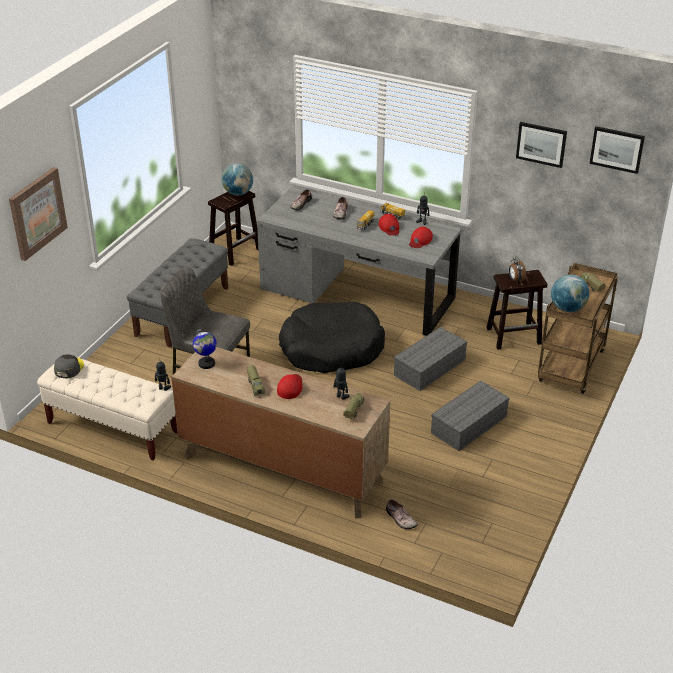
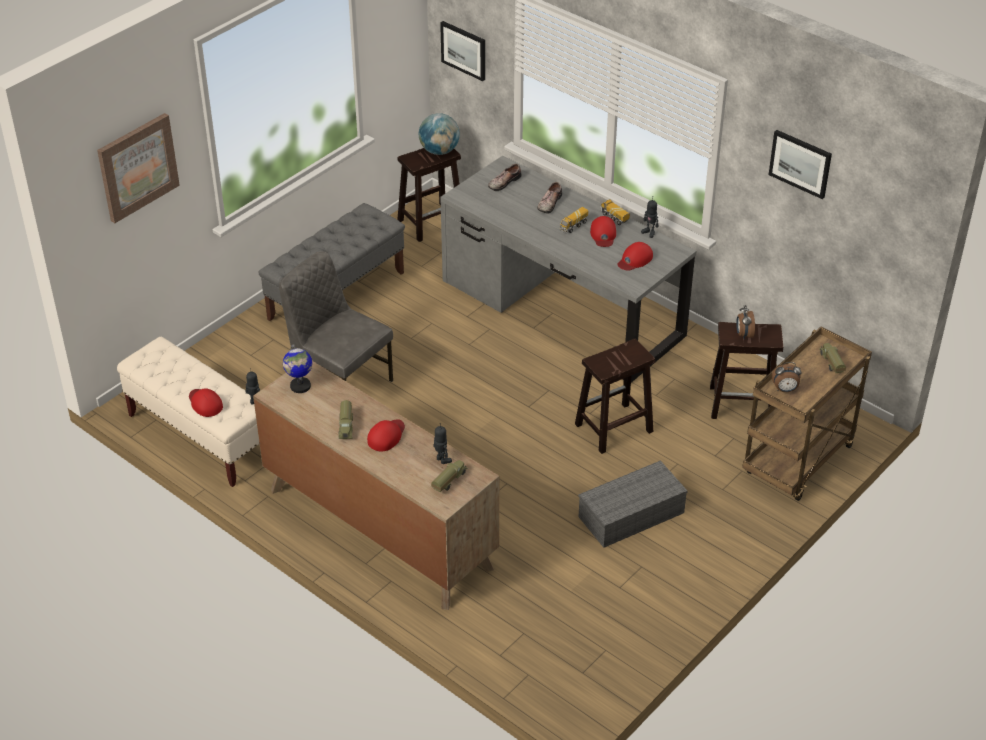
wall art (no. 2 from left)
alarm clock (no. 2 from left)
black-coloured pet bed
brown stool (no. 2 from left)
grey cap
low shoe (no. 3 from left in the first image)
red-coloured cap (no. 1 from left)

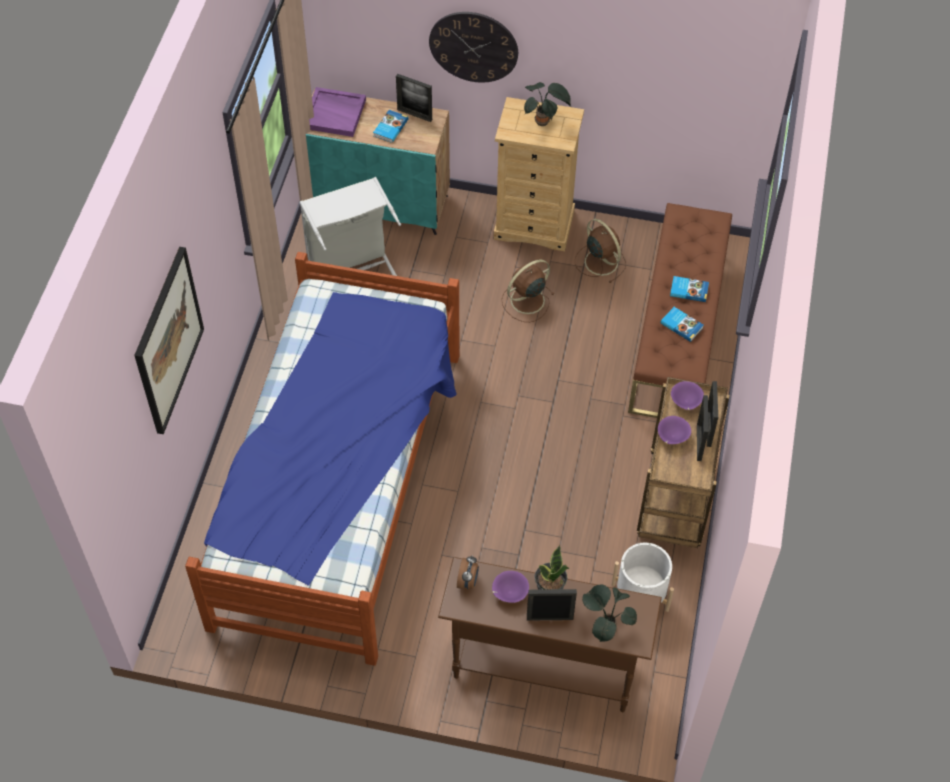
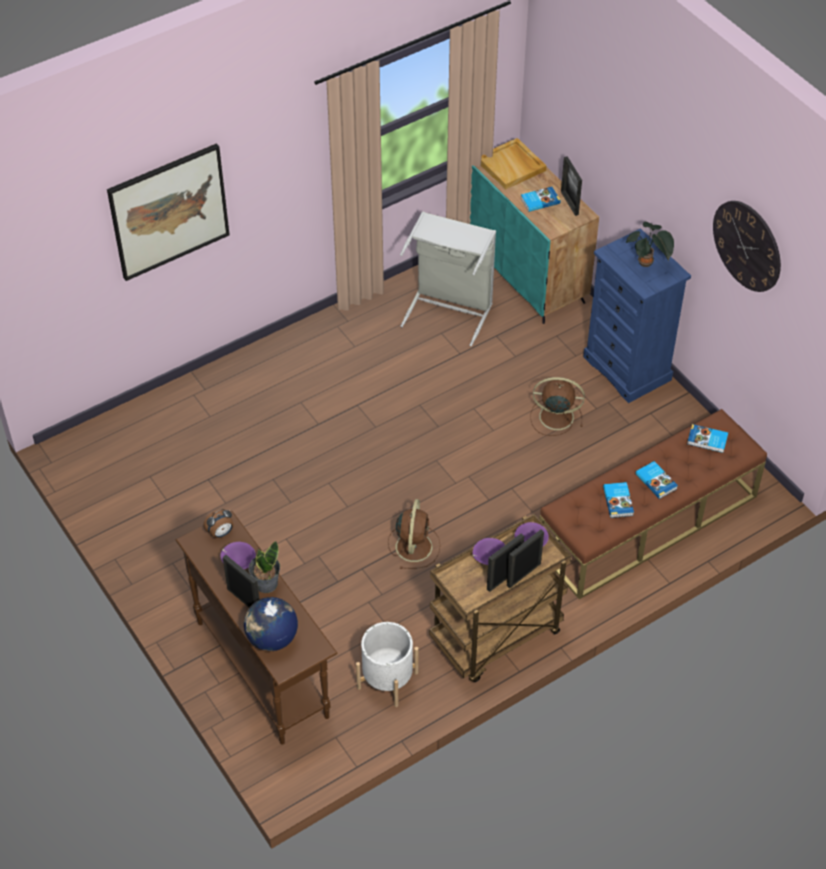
clock on the wall
sand-coloured carrying tray
blue-coloured drawer chest
brown fan (no. 1 from left)
sleeping bed
world globe
volume (no. 4 from left)

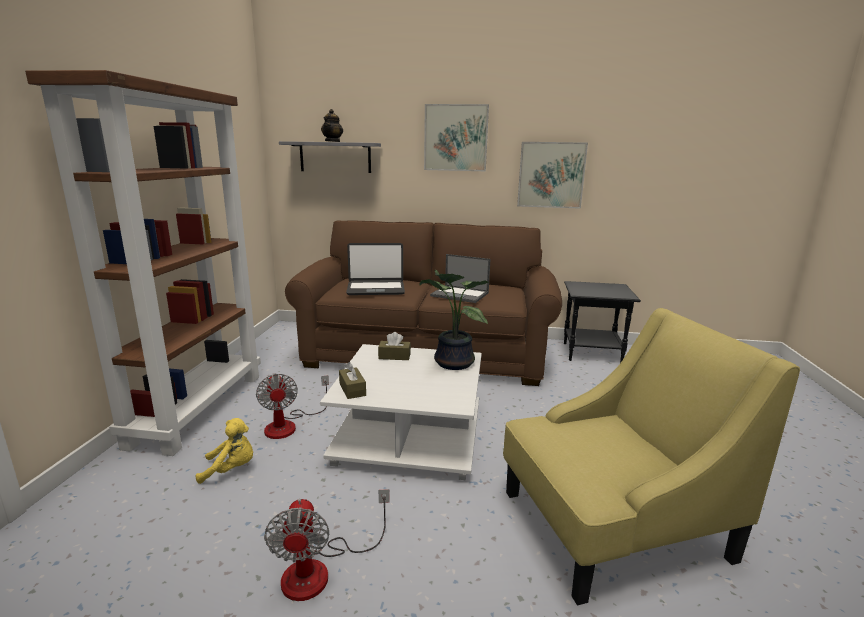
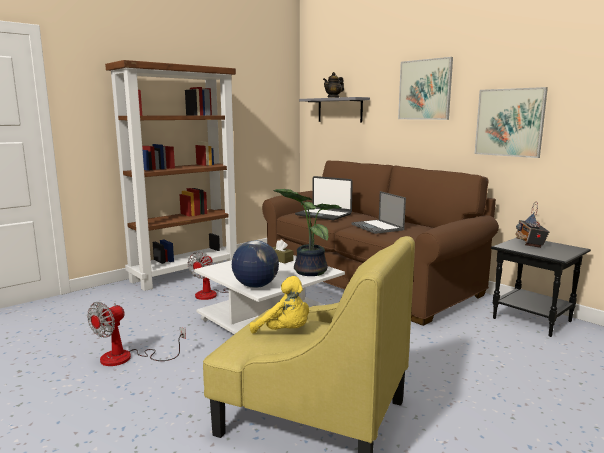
brown tissue box (no. 1 from left in the first image)
yellow-coloured plush toy
radio set
world globe

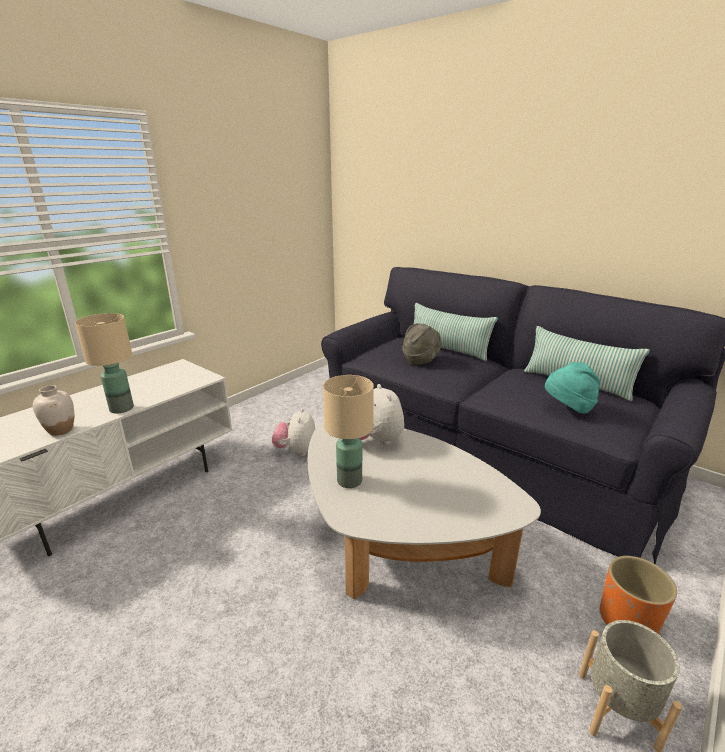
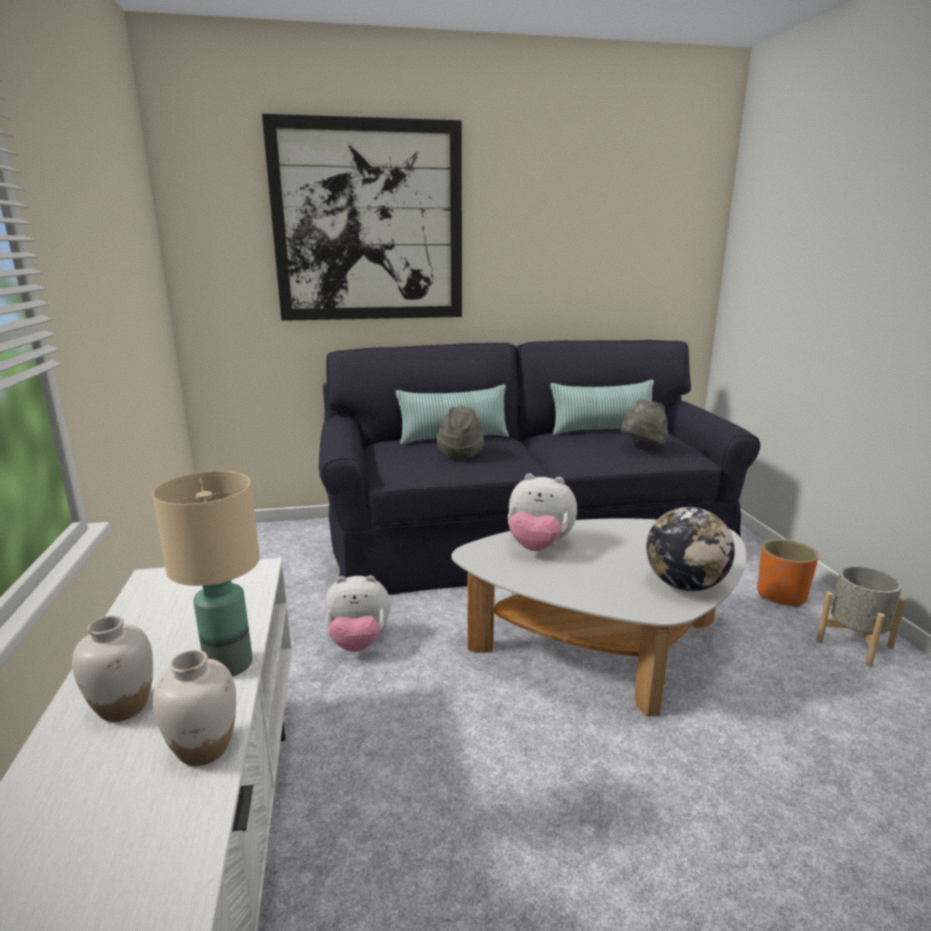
grey hat (no. 2 from left)
sand-coloured lamp for a table (no. 2 from left in the first image)
plush toy (no. 1 from left)
wall art
world globe
white-coloured decorative vase (no. 1 from left)

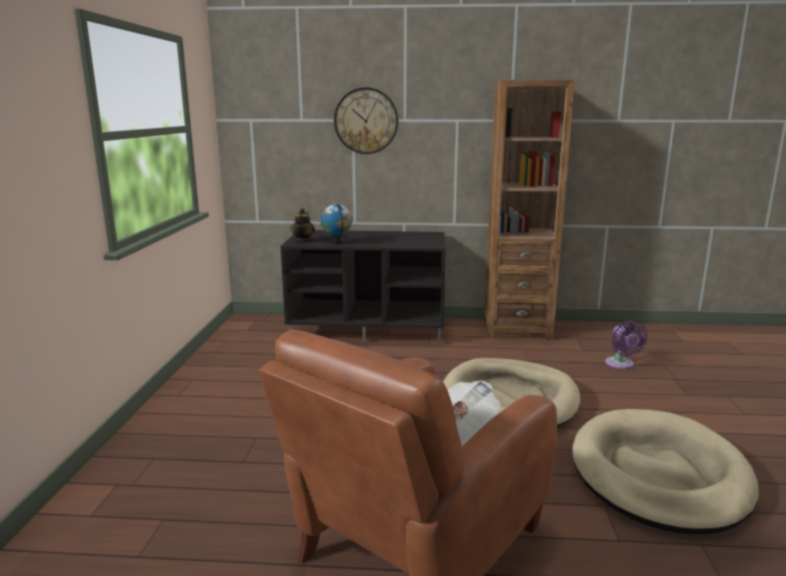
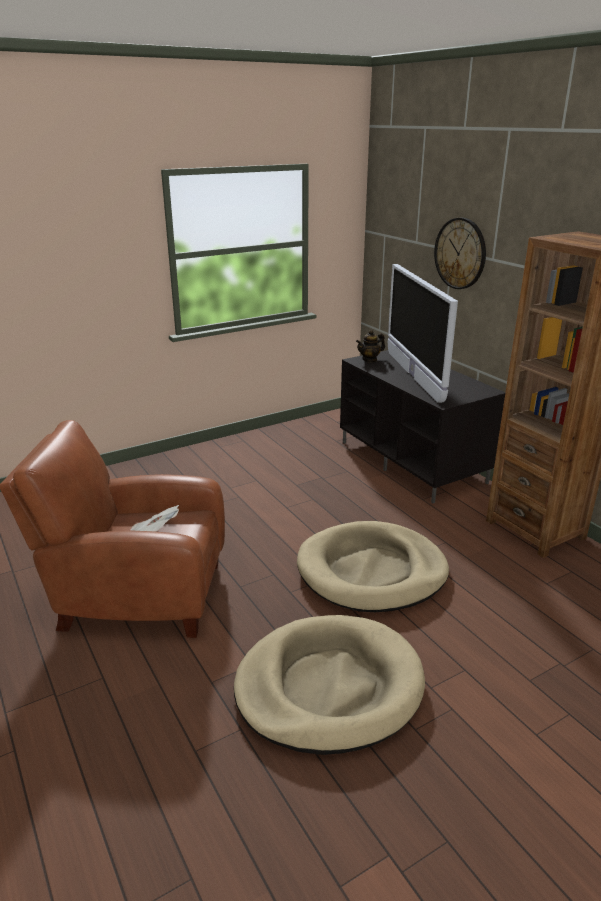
world globe
purplish fan
TV set

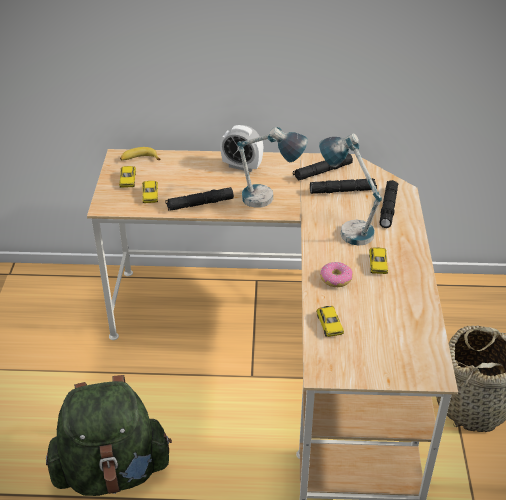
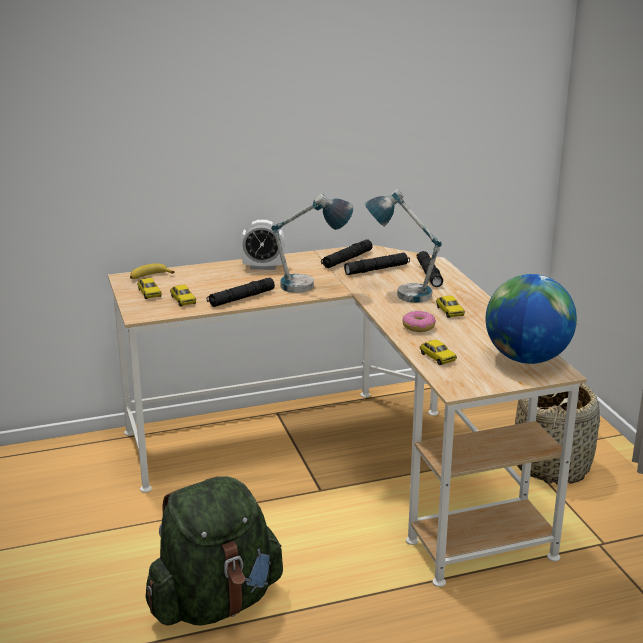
world globe

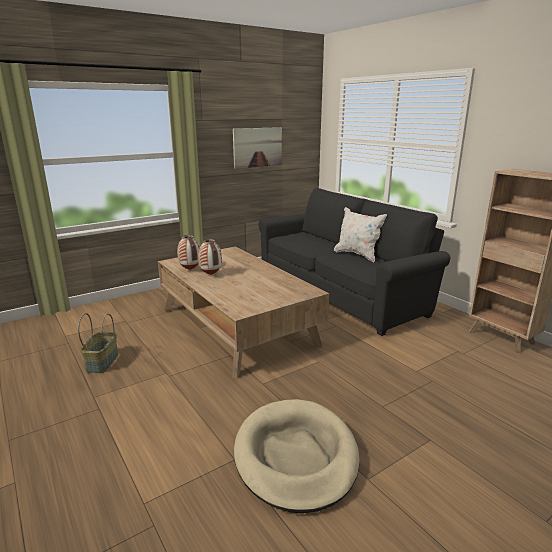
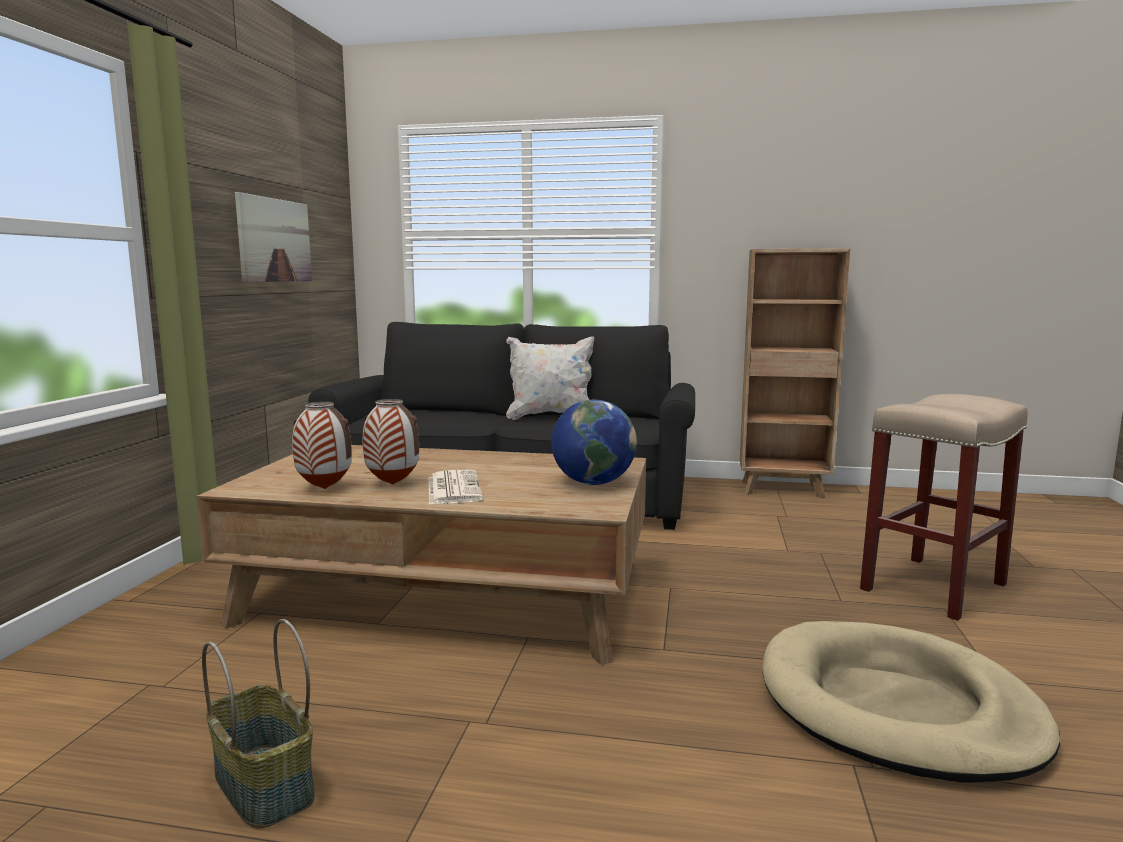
sand-coloured stool
world globe
newspaper

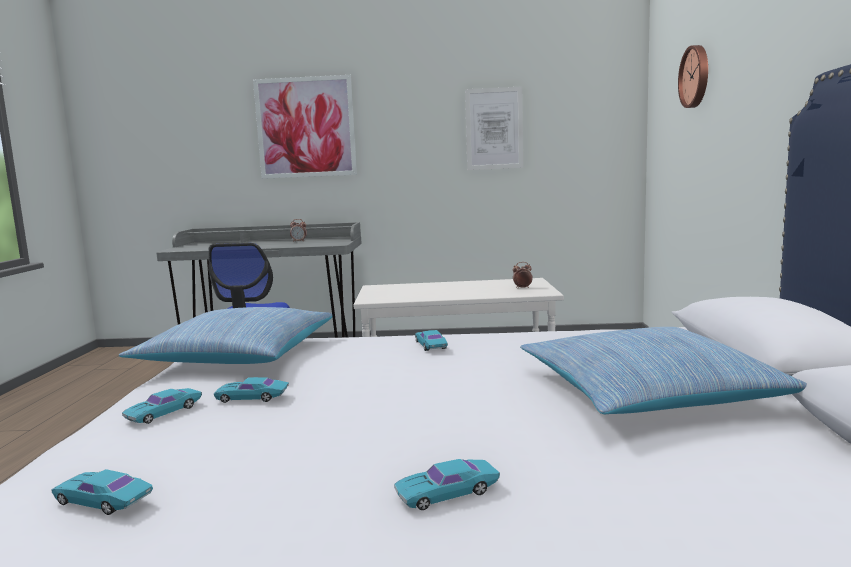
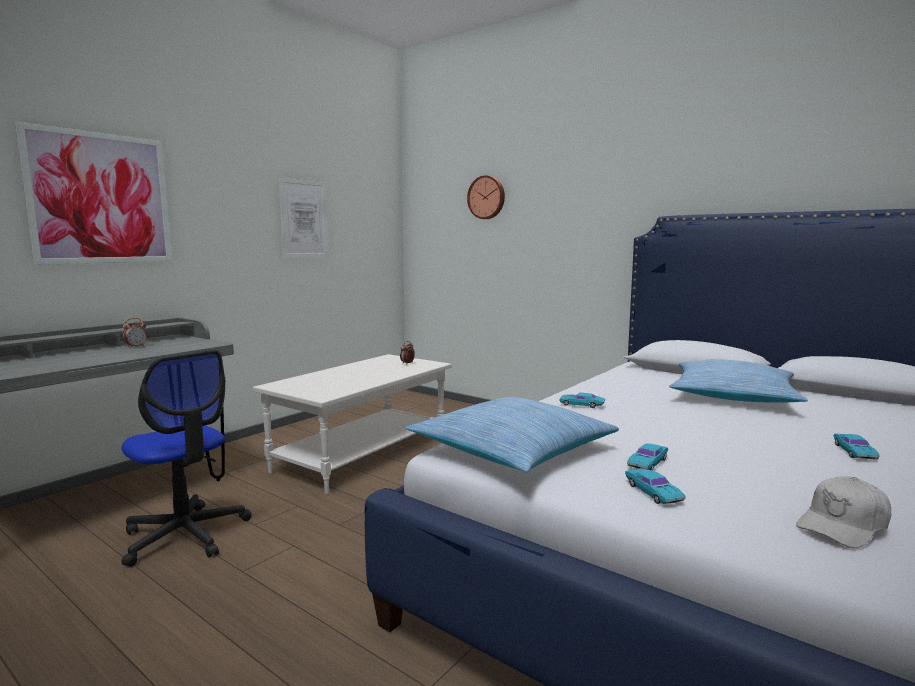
white-coloured cap

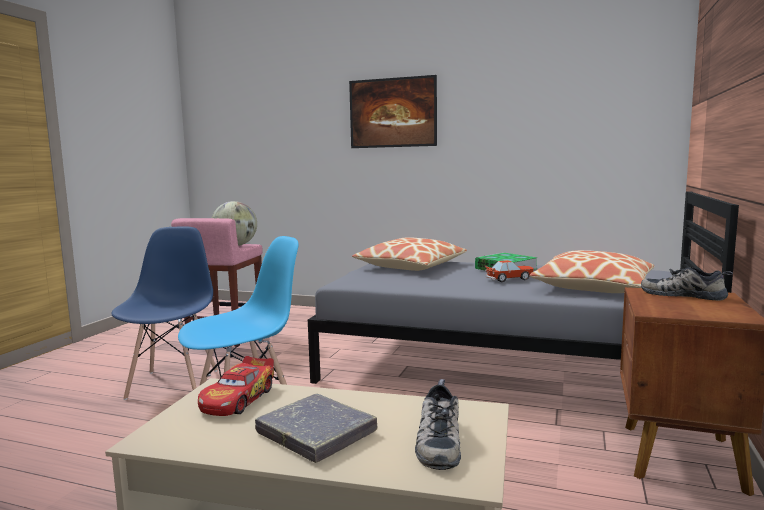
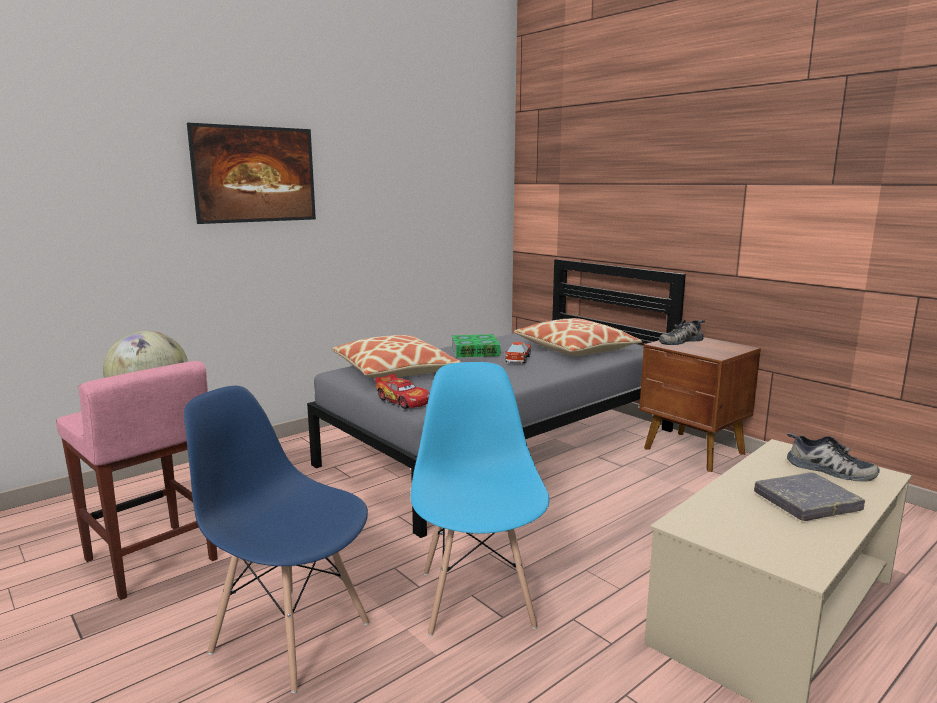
model car (no. 1 from left)

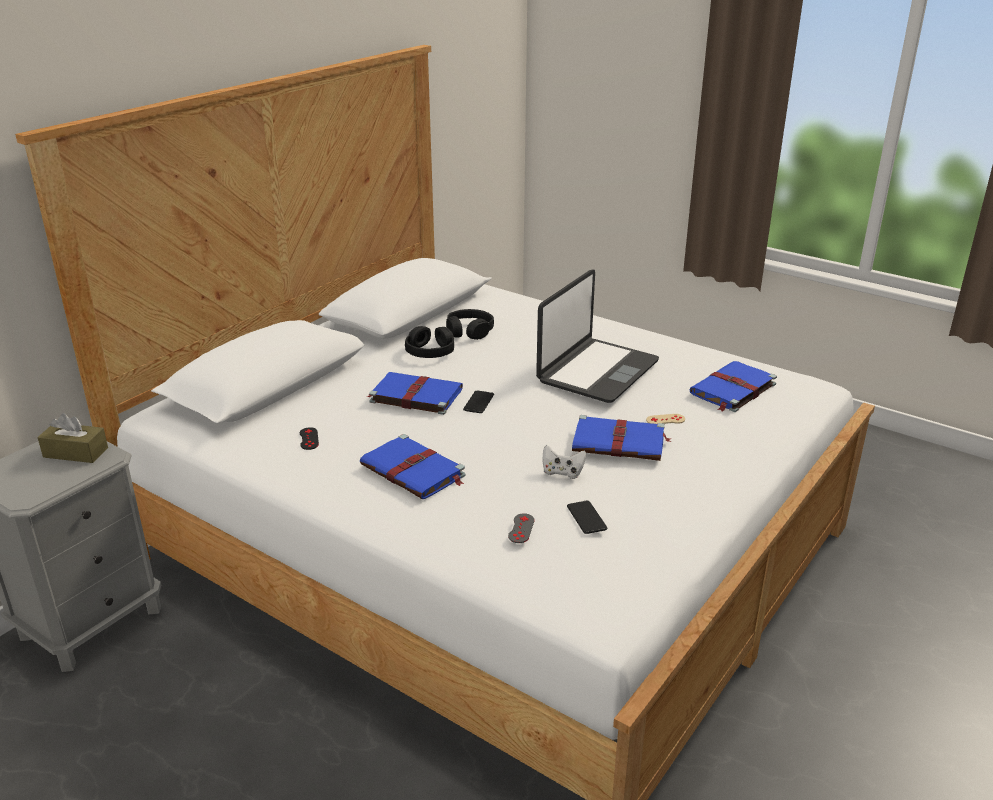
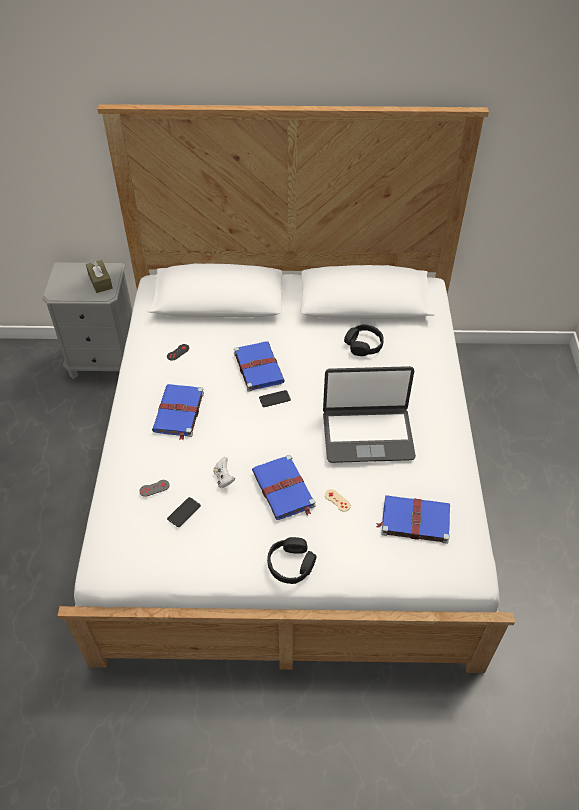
black-coloured headset (no. 1 from left)

